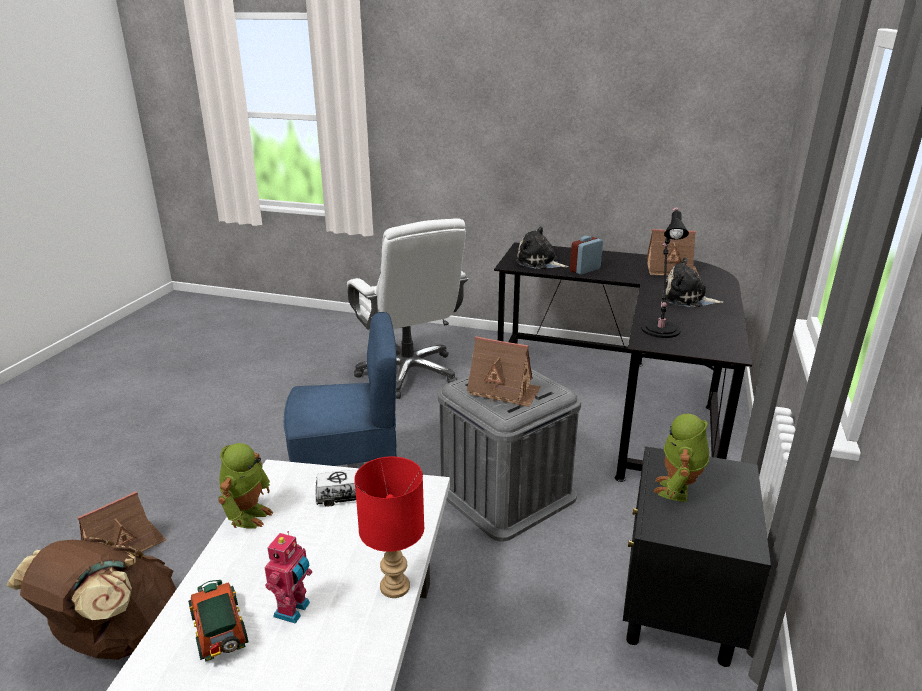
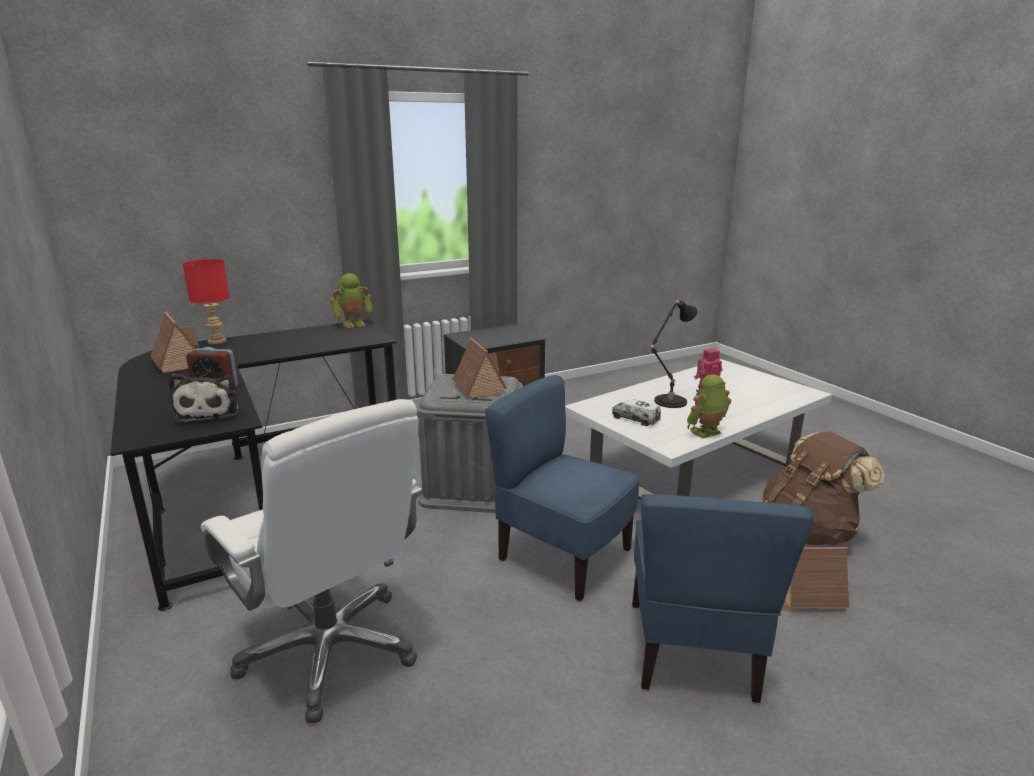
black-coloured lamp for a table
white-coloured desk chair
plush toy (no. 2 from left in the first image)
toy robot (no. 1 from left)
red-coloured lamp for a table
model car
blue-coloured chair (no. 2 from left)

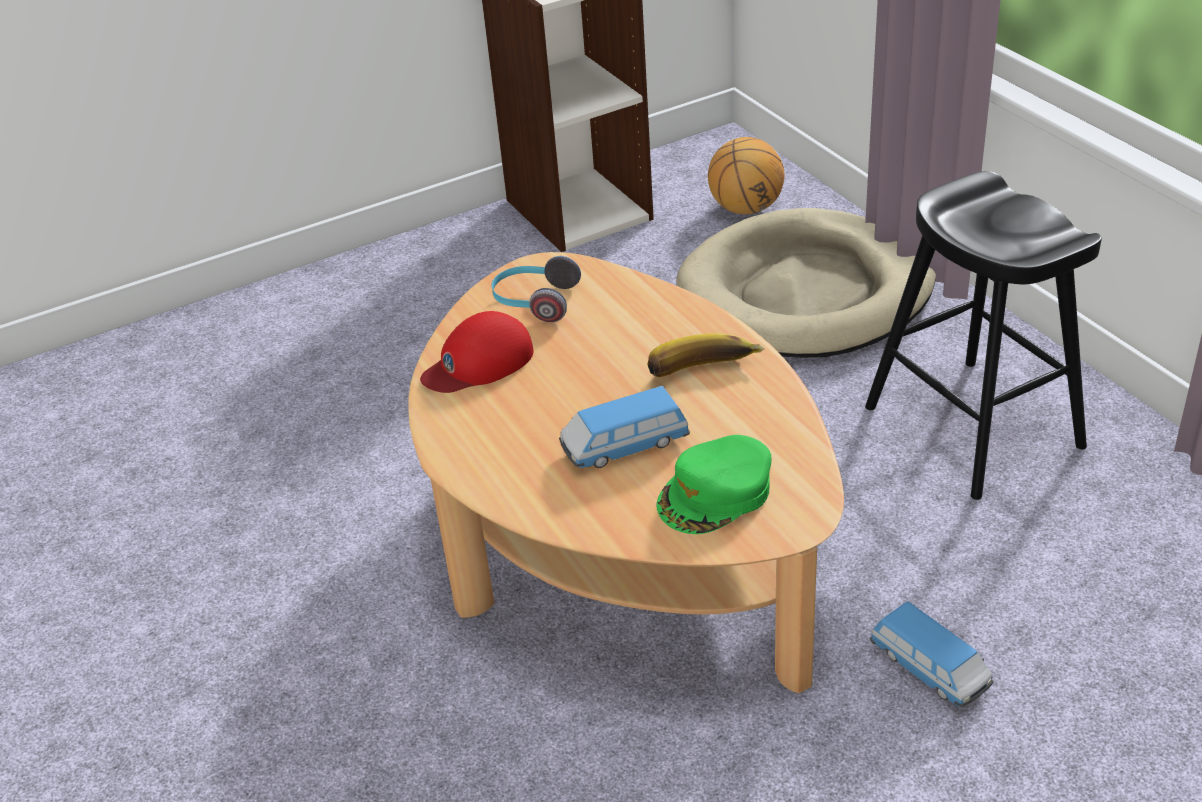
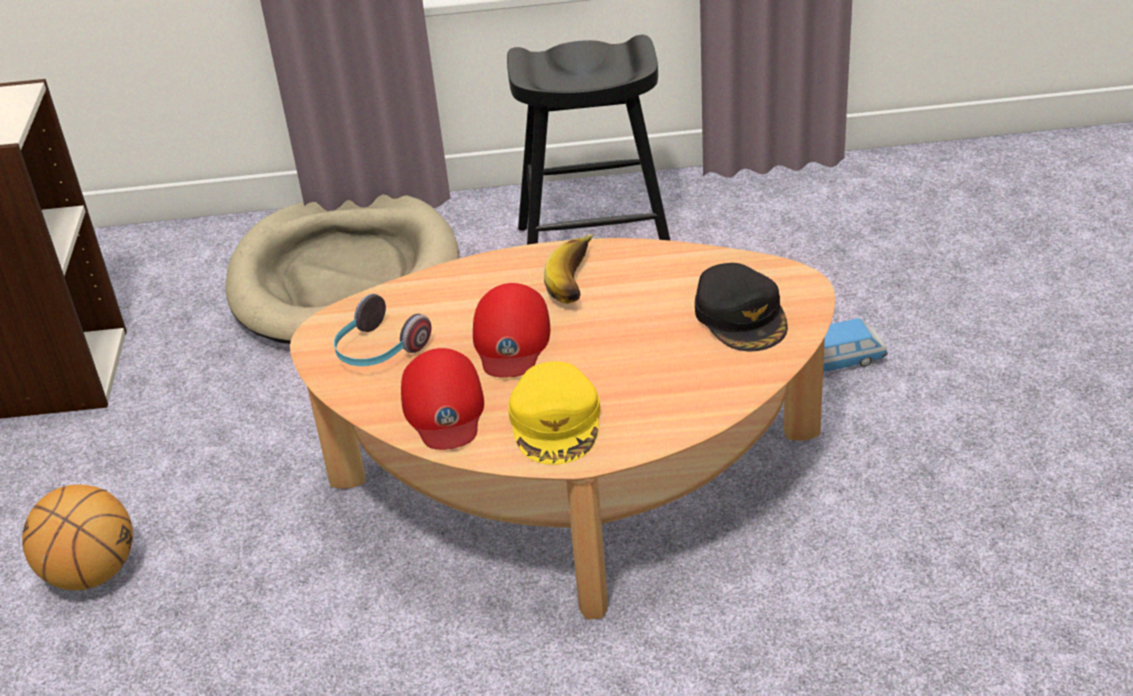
ball for basketball
model car (no. 1 from left in the first image)
black-coloured cap
red-coloured cap (no. 2 from left)
yellow-coloured cap

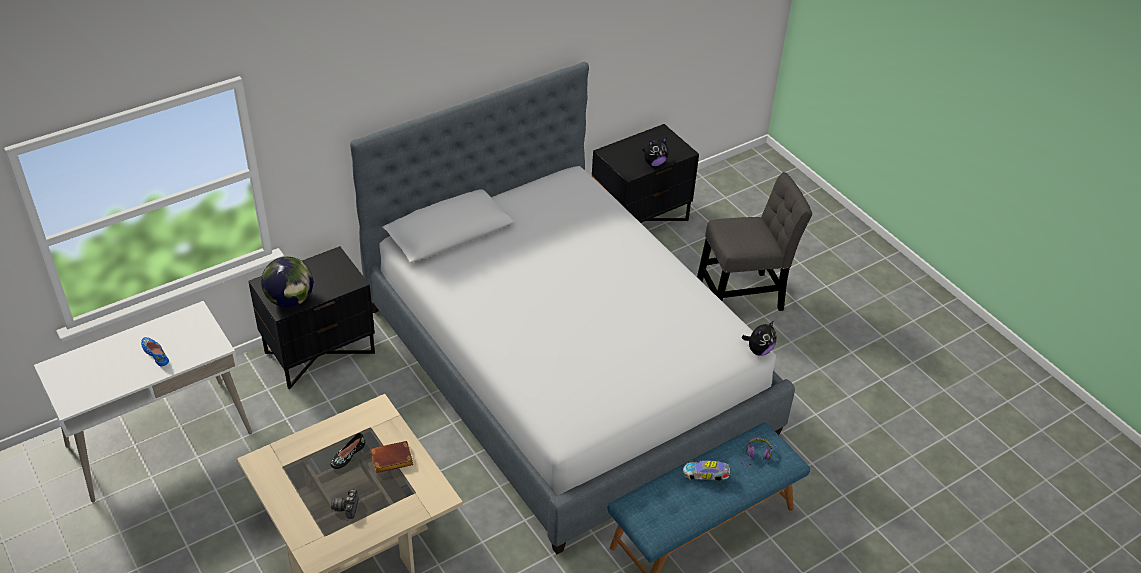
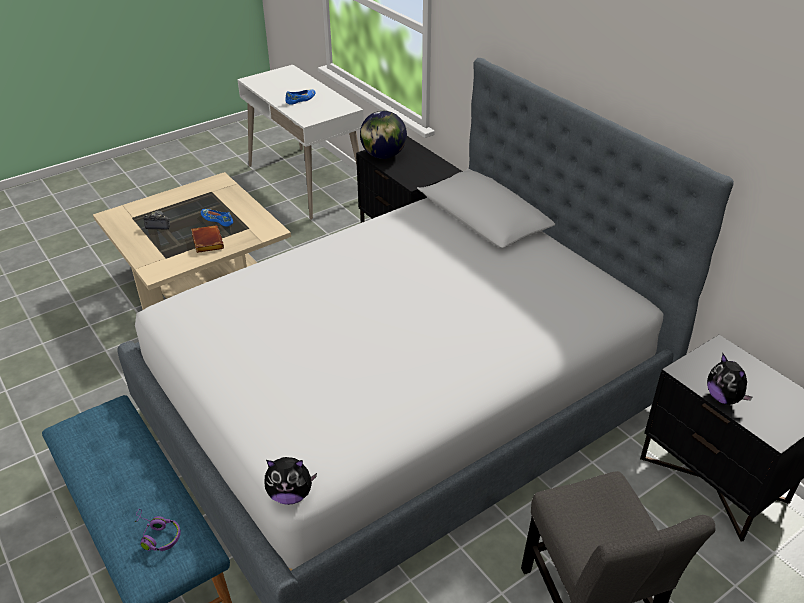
plush toy (no. 1 from left)
blue-coloured low shoe (no. 1 from left)
model car

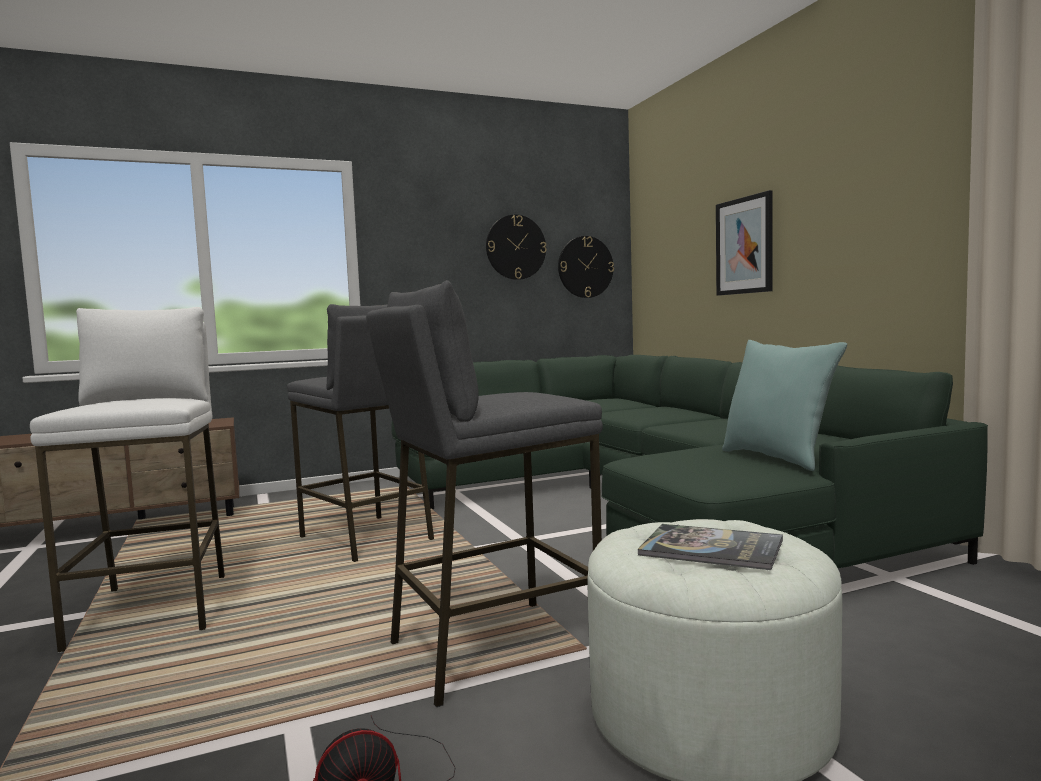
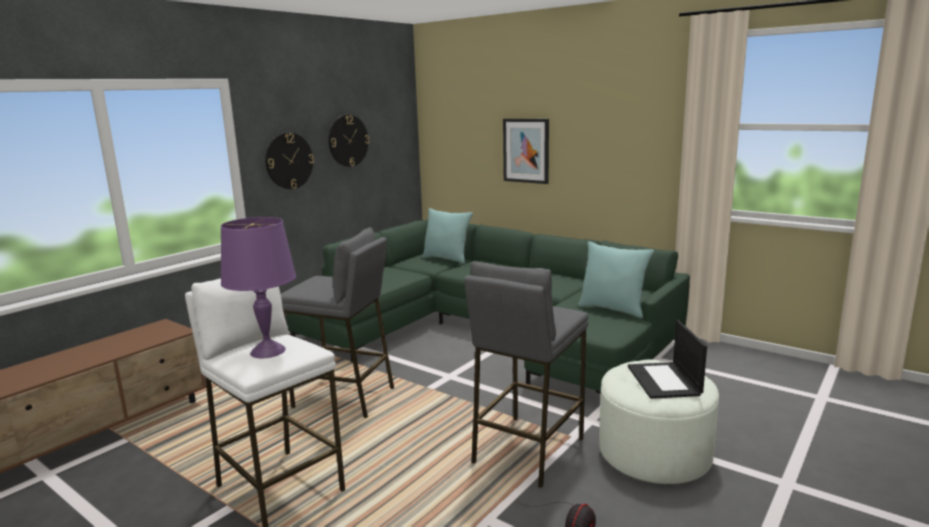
clock on the wall (no. 1 from left)
notebook computer
blue-green cushion (no. 1 from left)
purplish lamp for a table

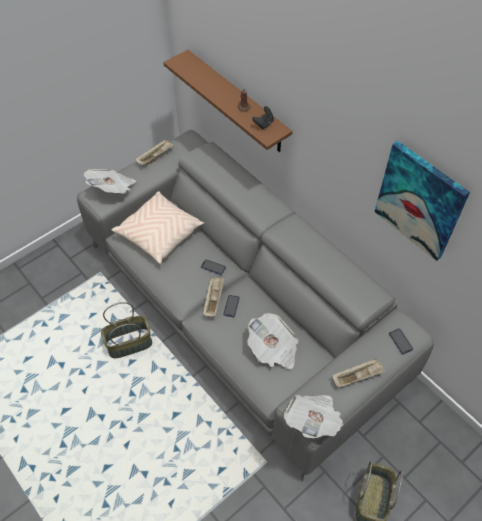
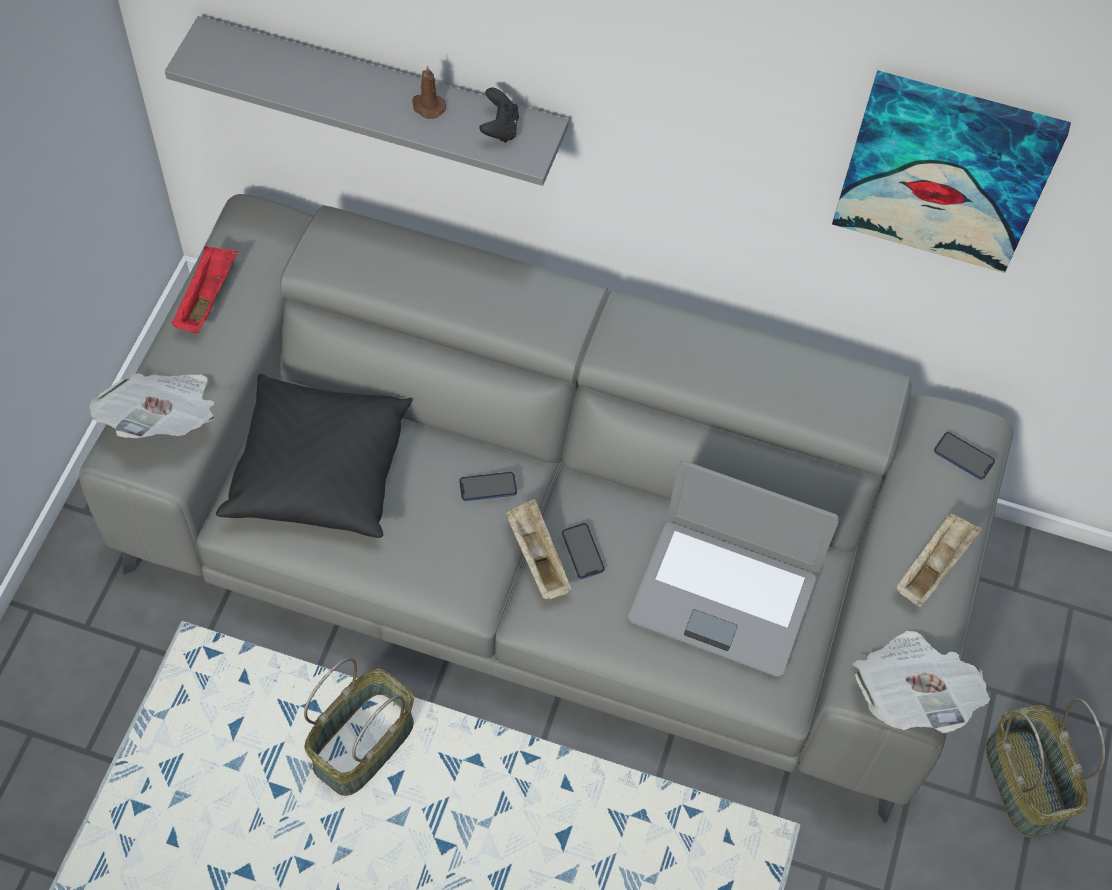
grey wall shelf
red-coloured carrying tray
black-coloured cushion
notebook computer

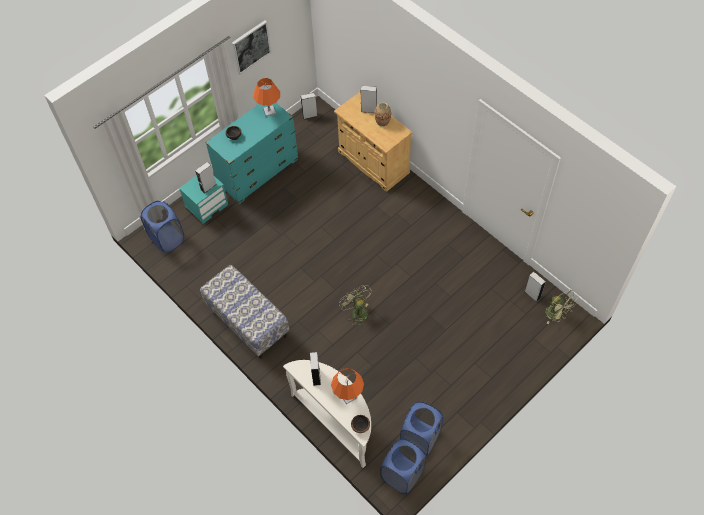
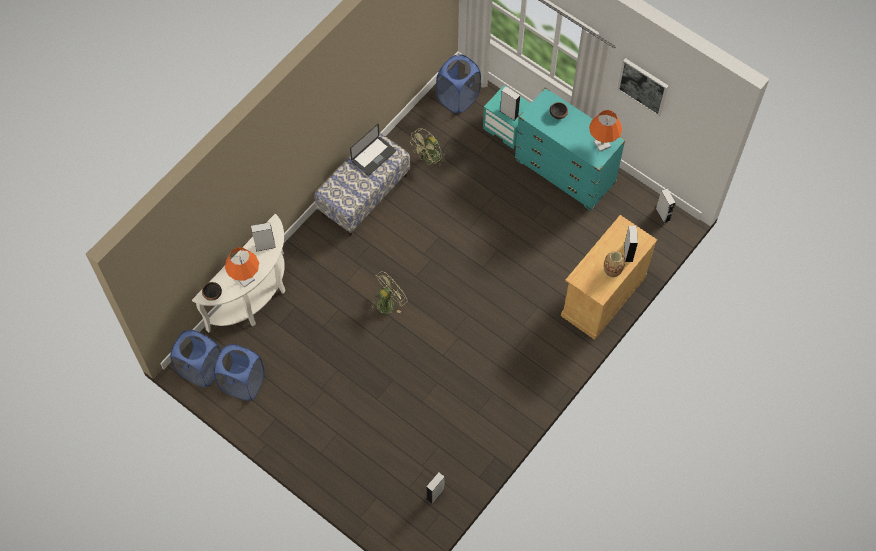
greenish fan (no. 2 from left)
notebook computer

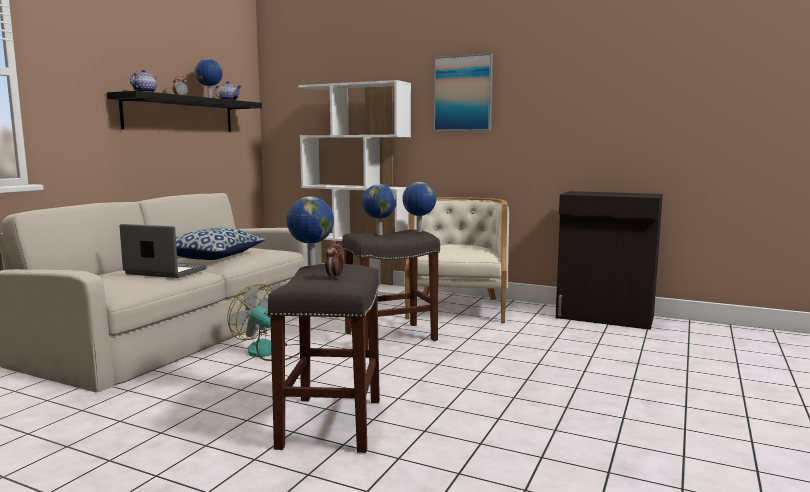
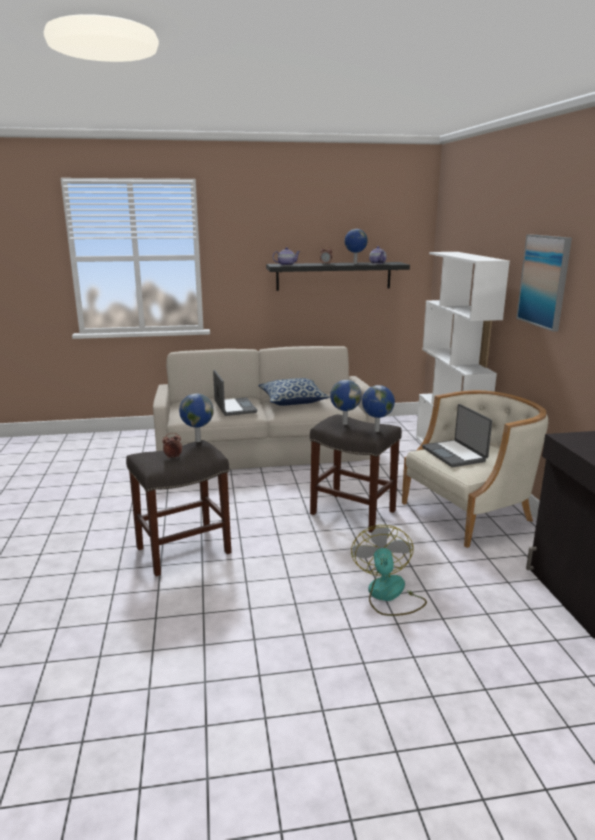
fan
notebook computer (no. 2 from left)

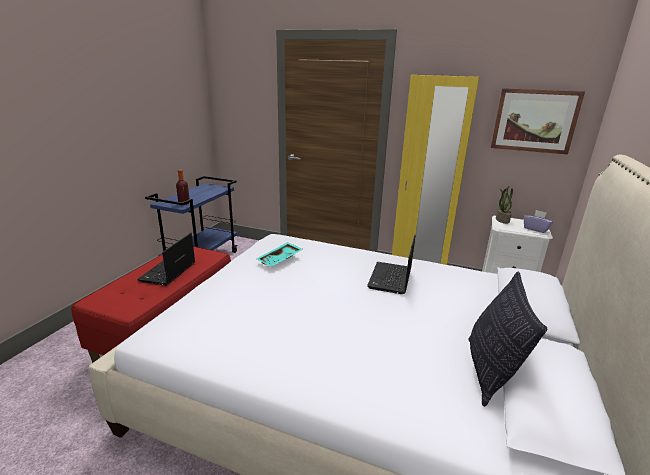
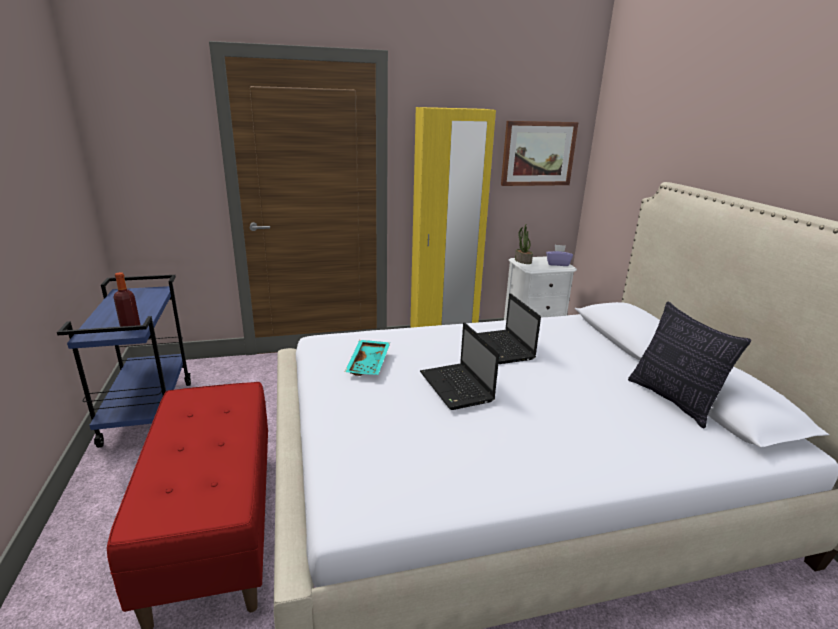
notebook computer (no. 1 from left)

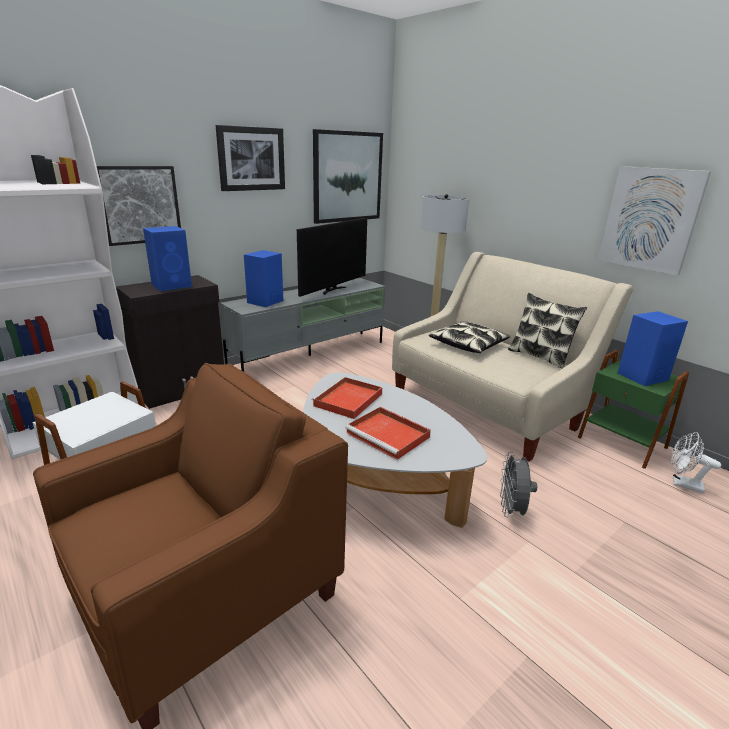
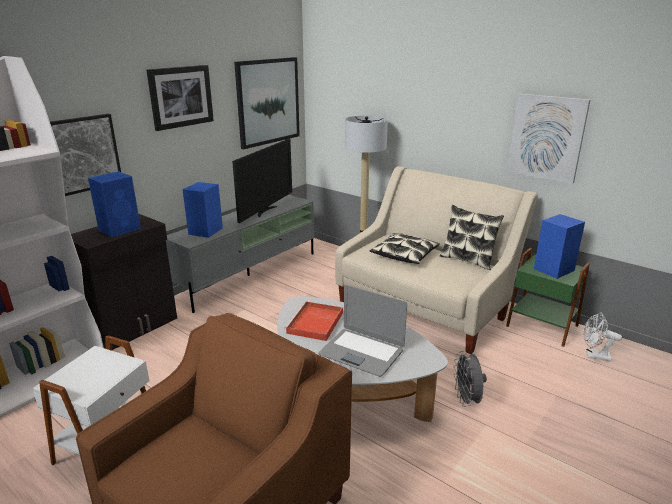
notebook computer

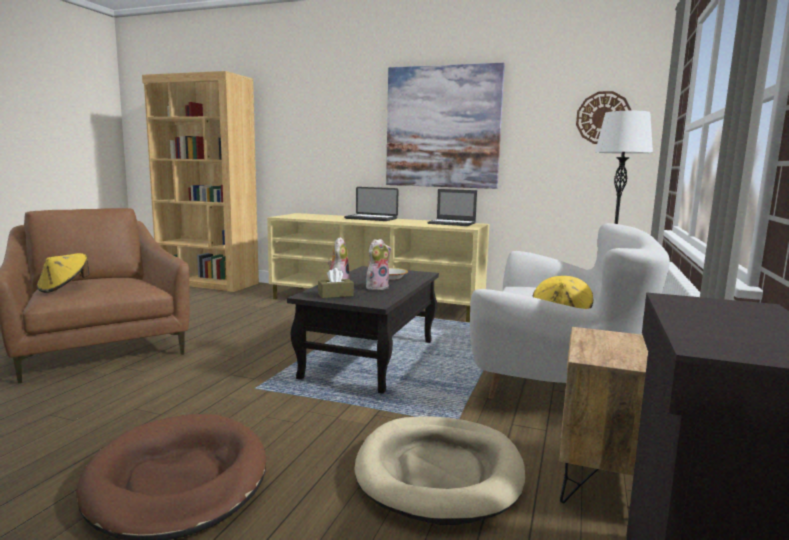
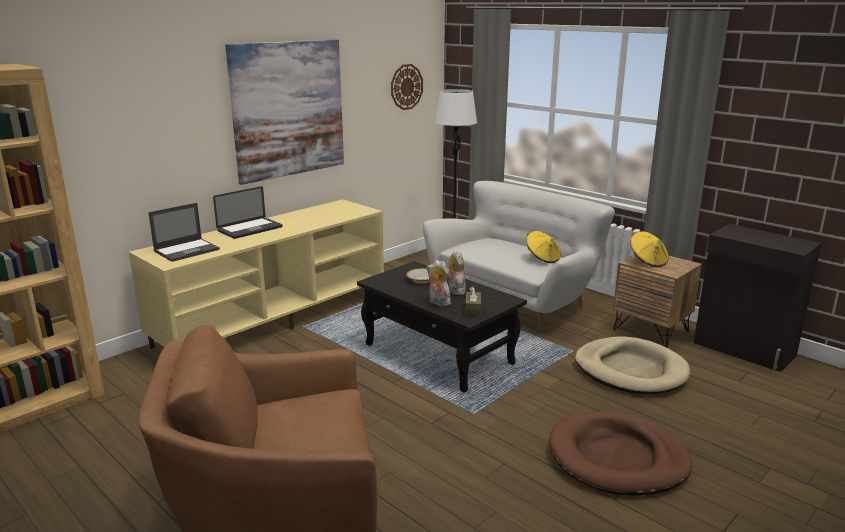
notebook computer (no. 1 from left)
yellow-coloured hat (no. 2 from left)

